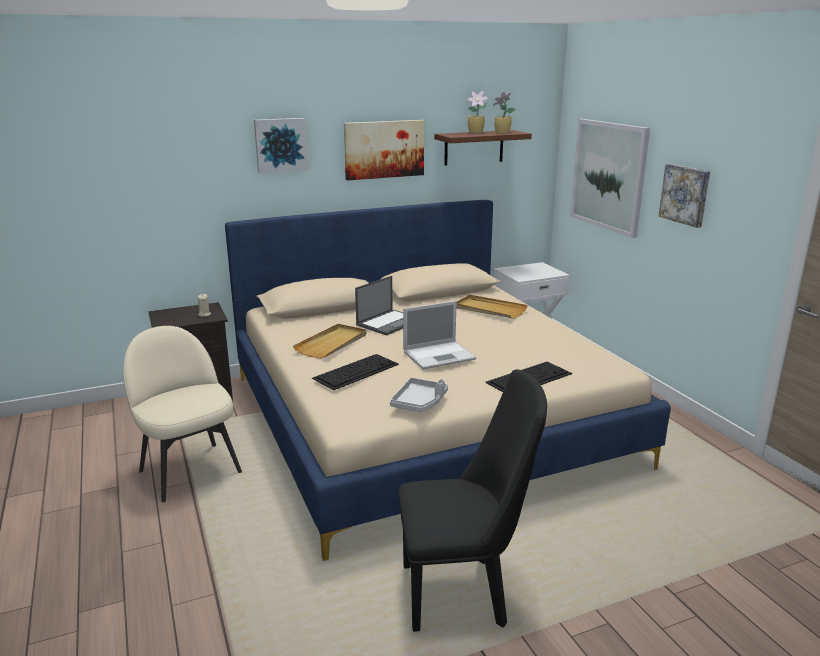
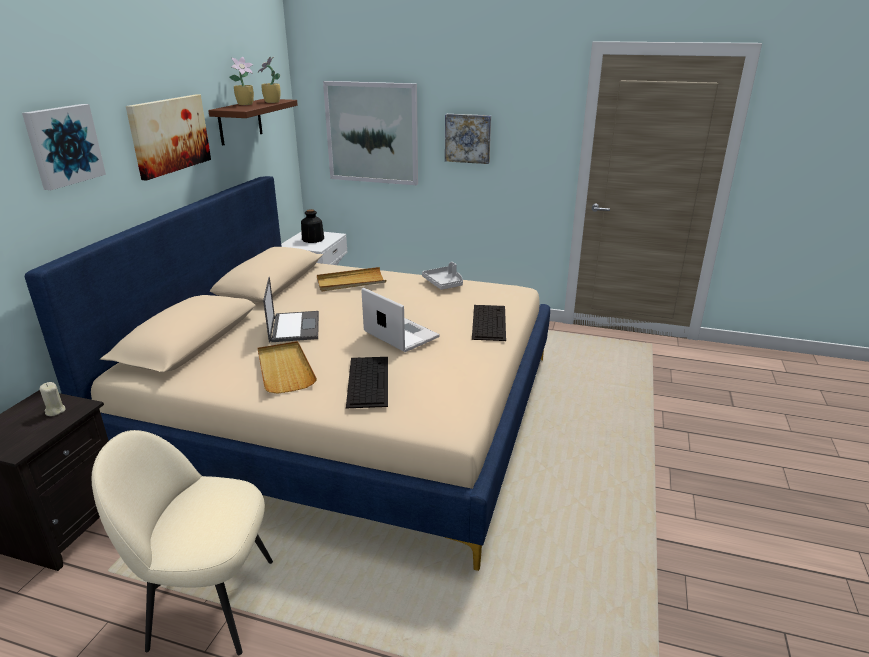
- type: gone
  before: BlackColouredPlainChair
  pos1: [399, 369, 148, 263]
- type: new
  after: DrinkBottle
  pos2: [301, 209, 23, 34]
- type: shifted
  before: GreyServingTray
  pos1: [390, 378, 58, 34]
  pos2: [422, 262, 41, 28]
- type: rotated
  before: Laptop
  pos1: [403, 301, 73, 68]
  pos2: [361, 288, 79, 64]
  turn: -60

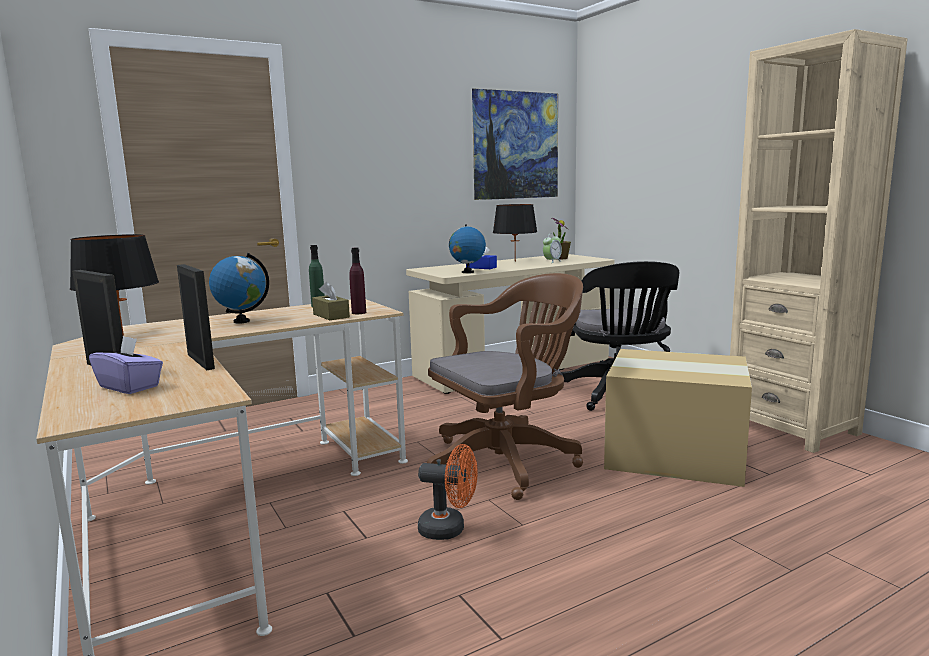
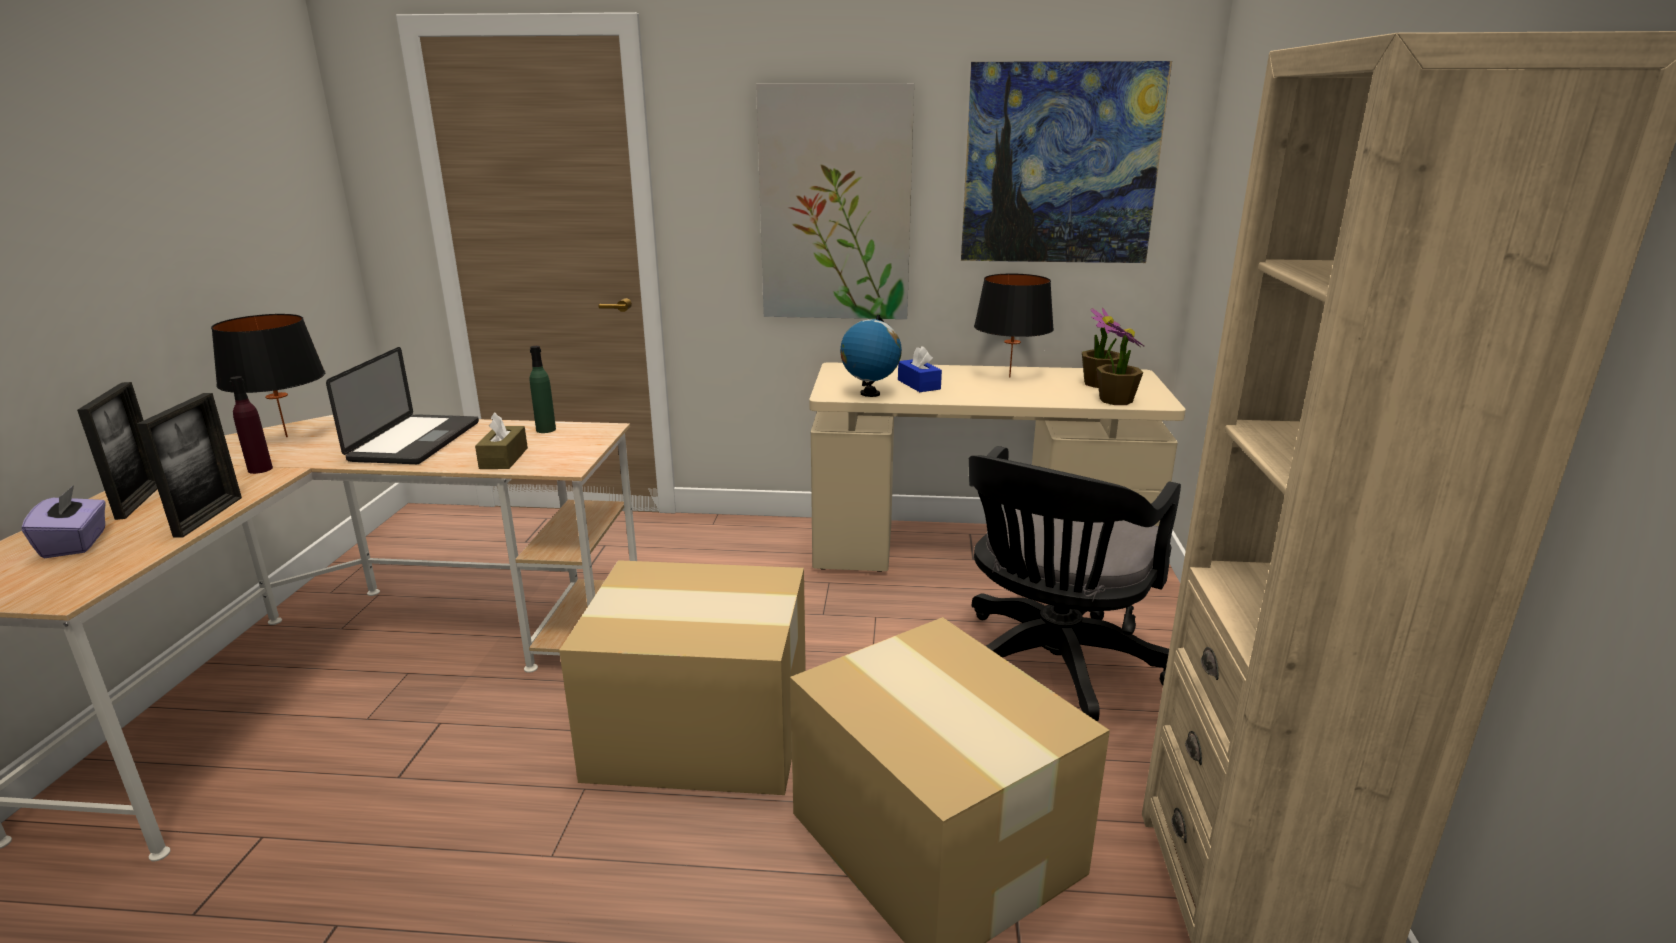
- type: gone
  before: OrangeyElectricFan
  pos1: [418, 444, 60, 96]
- type: gone
  before: TableClock
  pos1: [543, 233, 19, 30]
- type: new
  after: WallArt
  pos2: [756, 83, 158, 236]
- type: new
  after: Houseplant
  pos2: [1097, 322, 47, 83]
- type: shifted
  before: PurpleColouredDrinkBottle
  pos1: [349, 247, 17, 67]
  pos2: [230, 376, 43, 98]
- type: swapped
  before: Globe
  after: Laptop
  pos1: [209, 253, 60, 71]
  pos2: [326, 347, 153, 117]
- type: swapped
  before: BrownColouredOfficeChair
  after: Carton
  pos1: [427, 273, 156, 227]
  pos2: [559, 560, 247, 235]

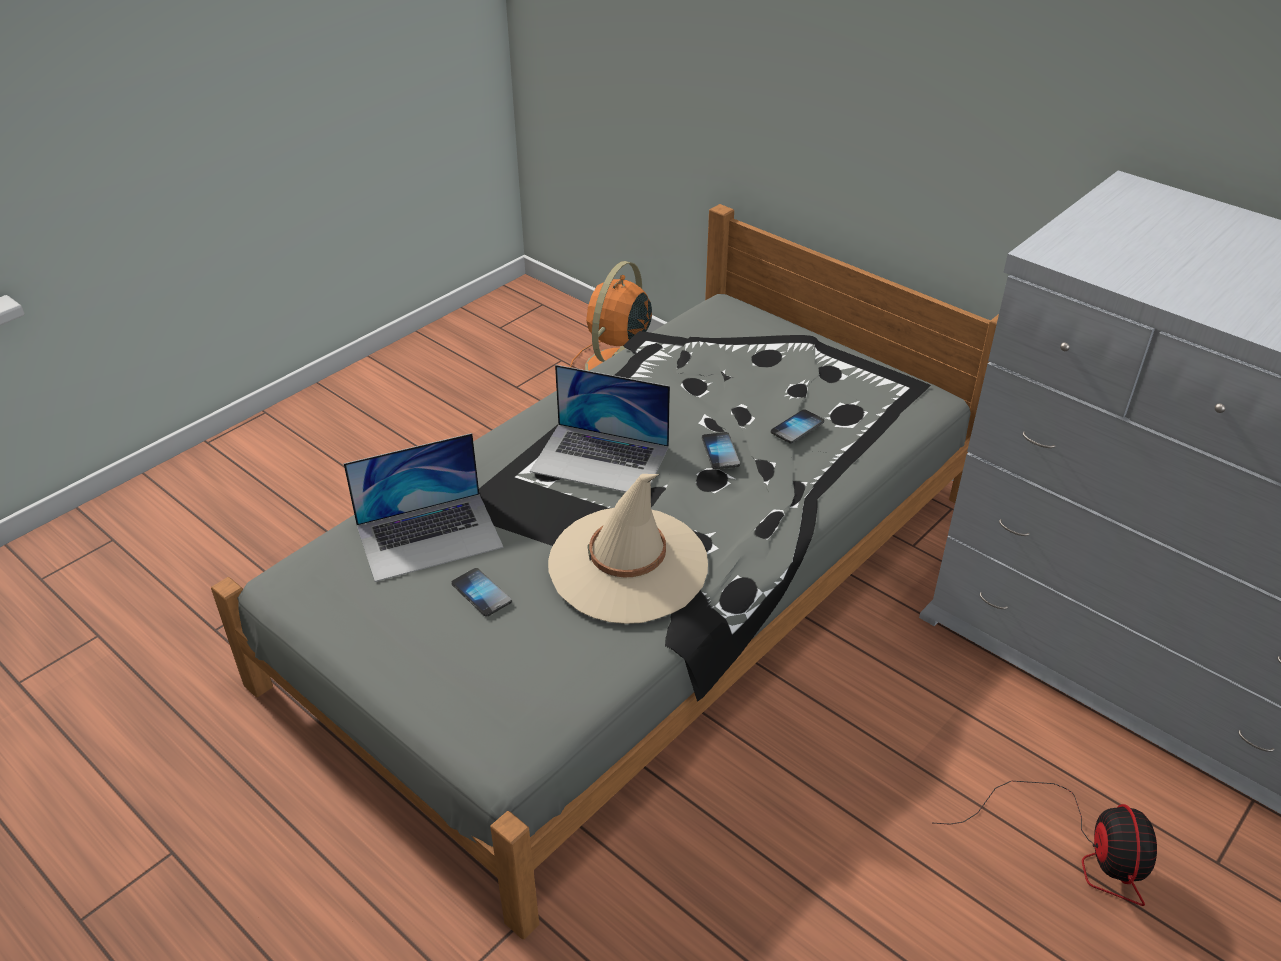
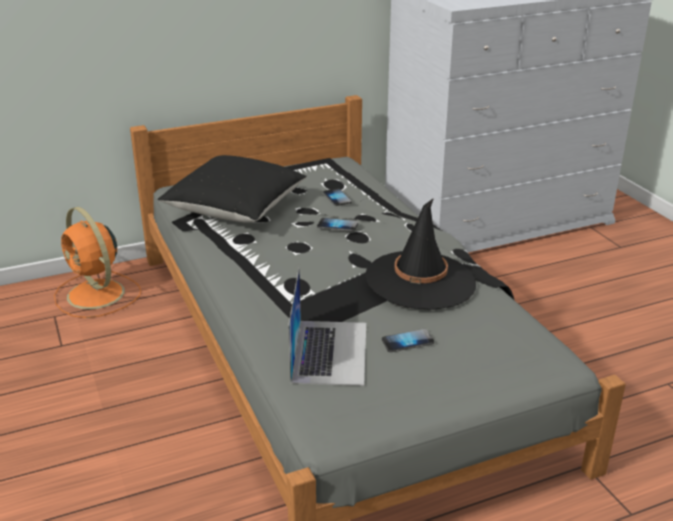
- type: gone
  before: Laptop
  pos1: [530, 365, 140, 127]
- type: gone
  before: ElectricFan
  pos1: [934, 781, 223, 125]
- type: new
  after: BlackColouredPillow
  pos2: [158, 155, 149, 68]
- type: repainted
  before: SandColouredHat
  after: BlackColouredHat
  pos1: [548, 474, 160, 150]
  pos2: [365, 198, 111, 112]

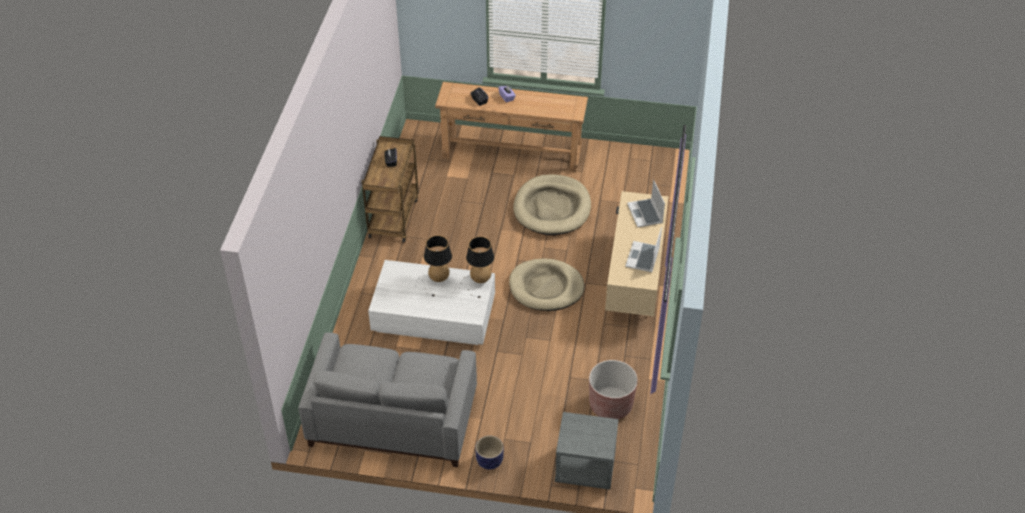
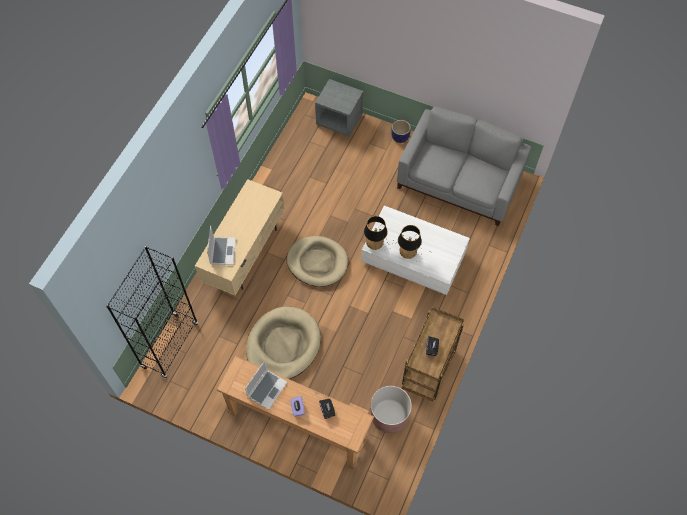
- type: new
  after: BlackColouredBookcase
  pos2: [106, 246, 92, 132]
- type: shifted
  before: BrownColouredFlowerPot
  pos1: [589, 360, 49, 59]
  pos2: [371, 386, 41, 47]
- type: shifted
  before: Laptop
  pos1: [625, 227, 37, 45]
  pos2: [245, 361, 42, 49]

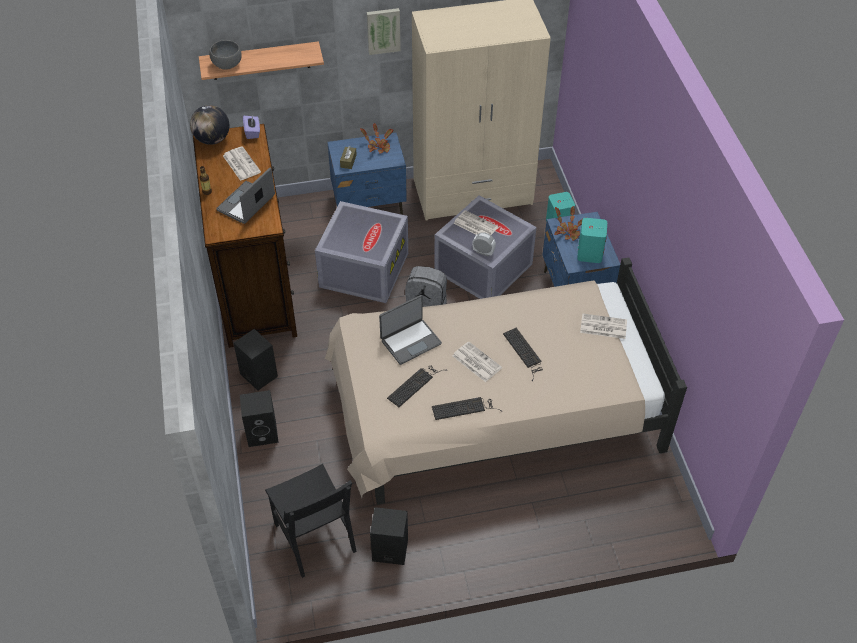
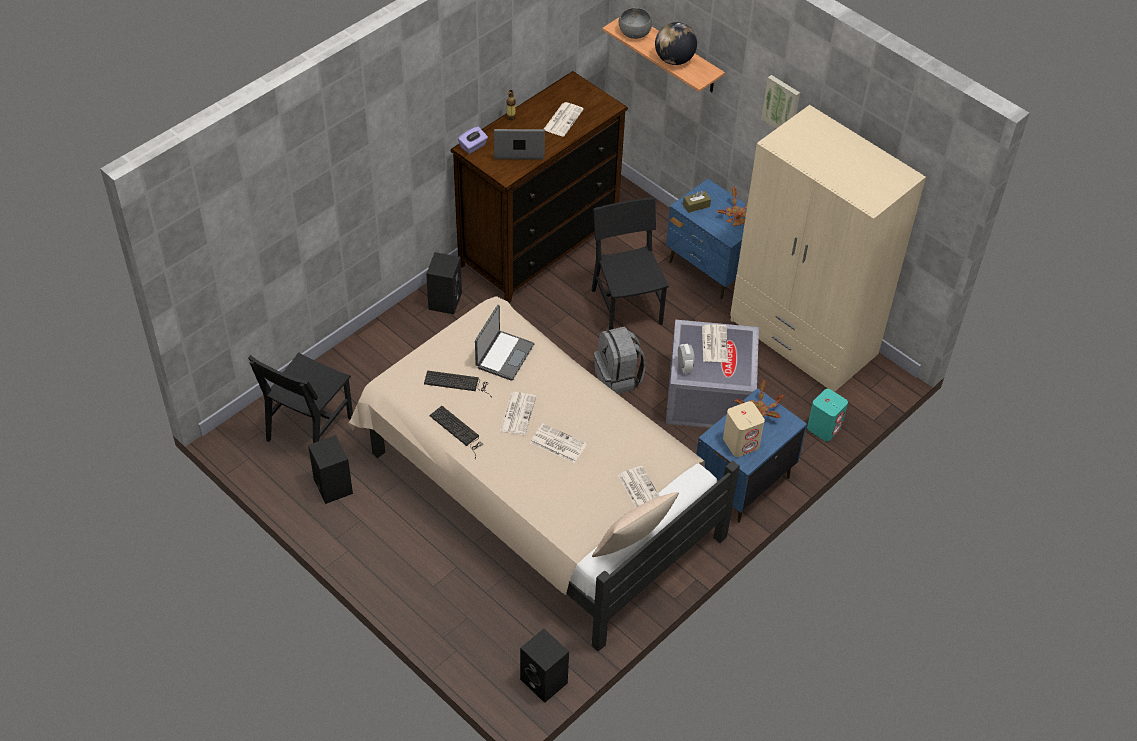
- type: new
  after: SandColouredPillow
  pos2: [592, 492, 87, 65]
- type: shifted
  before: Globe
  pos1: [190, 105, 39, 40]
  pos2: [655, 22, 42, 43]
- type: shifted
  before: BlackColouredLoudspeaker
  pos1: [240, 390, 39, 57]
  pos2: [520, 629, 49, 74]
- type: shifted
  before: PurpleColouredTissueHolder
  pos1: [243, 116, 17, 23]
  pos2: [458, 126, 30, 28]
- type: swapped
  before: GreyStorageBox
  after: BlackColouredPlainChair
  pos1: [315, 201, 93, 102]
  pos2: [592, 197, 77, 133]
- type: swapped
  before: Keyboard
  after: Newspaper
  pos1: [503, 328, 40, 53]
  pos2: [530, 423, 57, 40]
- type: repainted
  before: TurquoiseColouredLoudspeaker
  after: SandColouredLoudspeaker
  pos1: [577, 218, 30, 45]
  pos2: [723, 401, 42, 56]
- type: rotated
  before: Laptop
  pos1: [379, 295, 63, 70]
  pos2: [475, 305, 59, 76]
  turn: -90

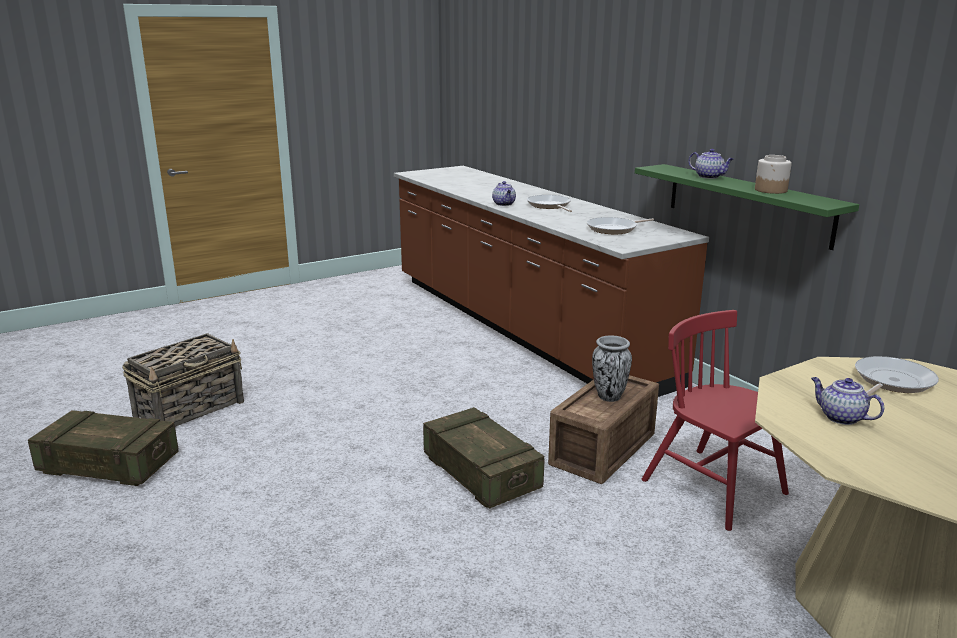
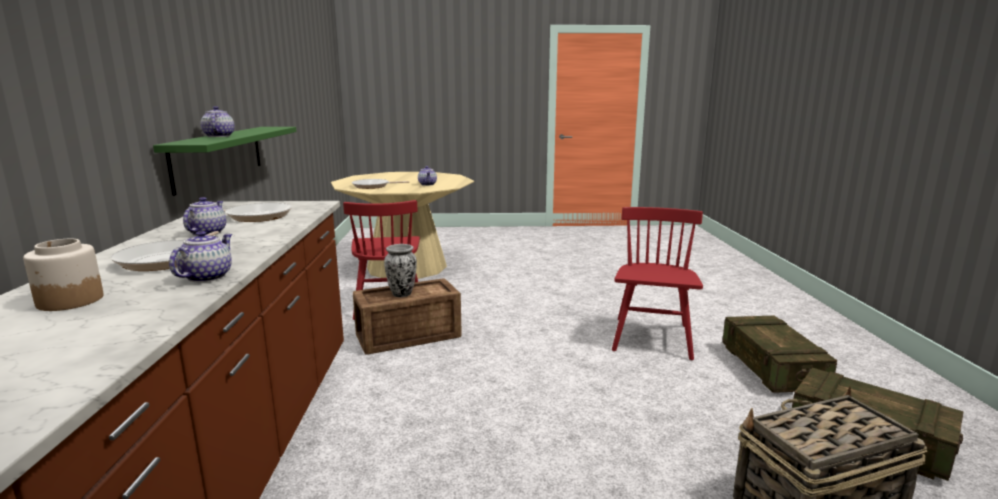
- type: new
  after: TeaPot
  pos2: [183, 197, 43, 39]
- type: new
  after: RedPlainChair
  pos2: [612, 207, 91, 153]
- type: shifted
  before: PackingCrate
  pos1: [423, 407, 122, 101]
  pos2: [723, 316, 114, 77]
- type: shifted
  before: Jar
  pos1: [755, 155, 37, 39]
  pos2: [23, 239, 81, 72]

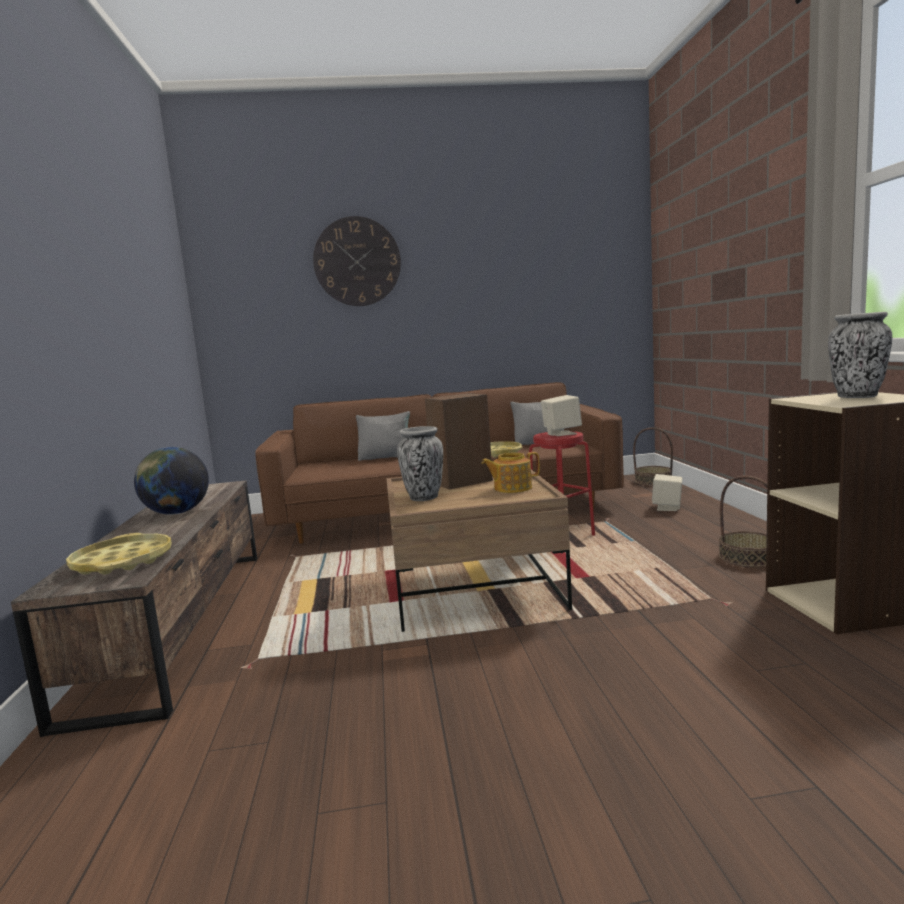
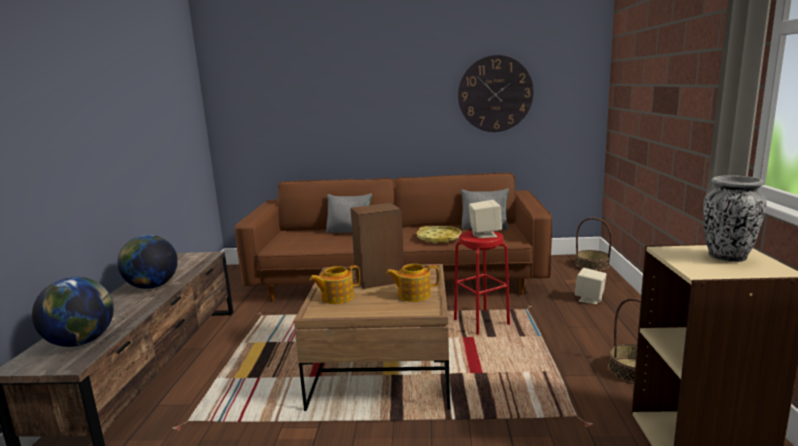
- type: shifted
  before: WallClock
  pos1: [313, 216, 88, 90]
  pos2: [458, 55, 76, 77]
- type: swapped
  before: YellowServingTray
  after: Globe
  pos1: [66, 533, 106, 42]
  pos2: [32, 277, 82, 70]
- type: swapped
  before: DecorativeVase
  after: TeaPot
  pos1: [397, 426, 46, 75]
  pos2: [310, 265, 50, 39]

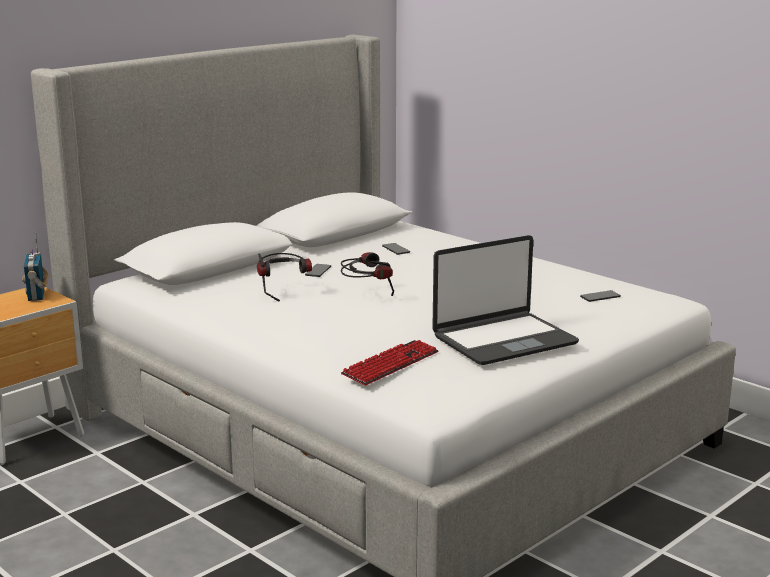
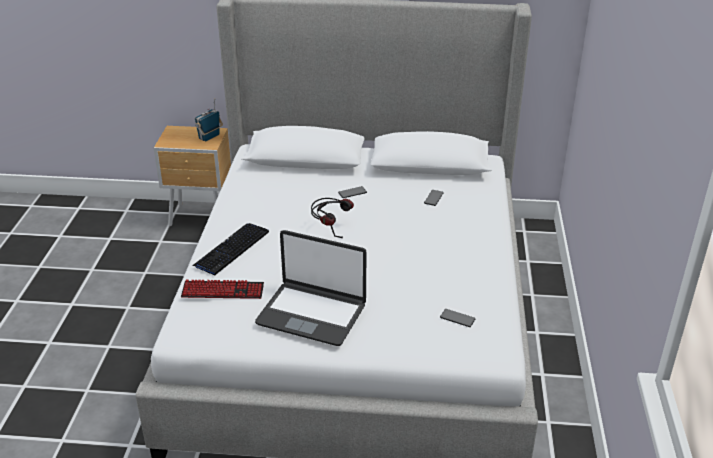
- type: gone
  before: Headset
  pos1: [257, 253, 55, 49]
- type: new
  after: Keyboard
  pos2: [192, 223, 77, 52]

